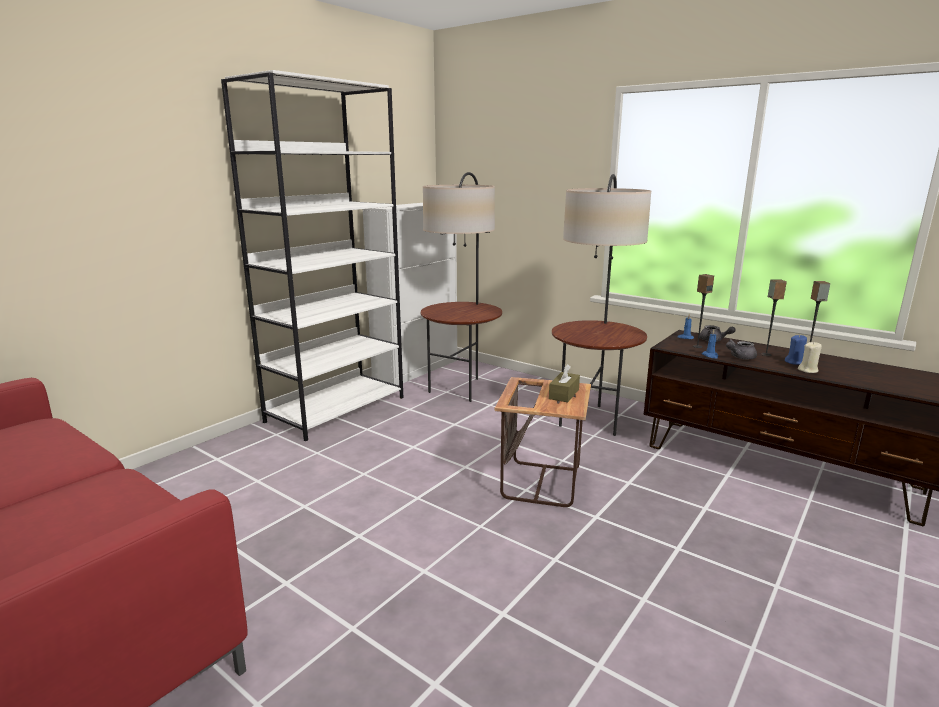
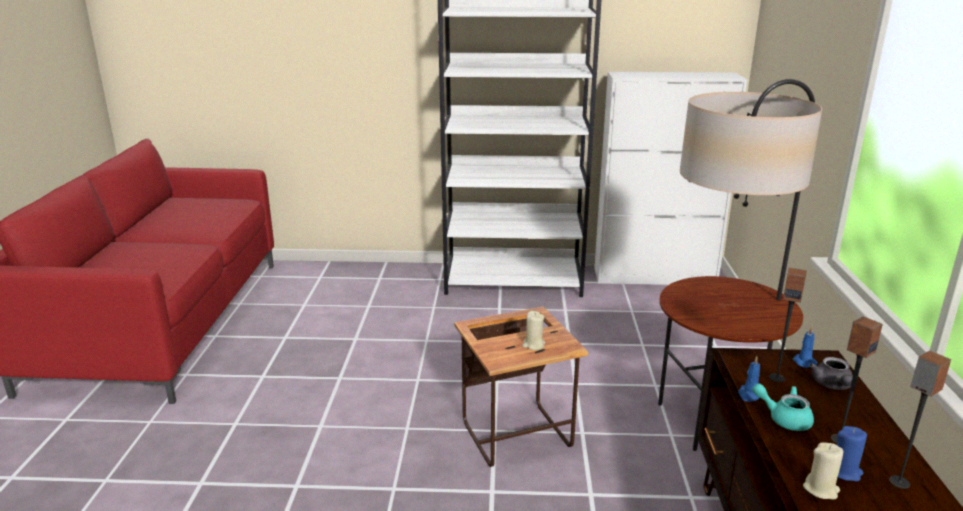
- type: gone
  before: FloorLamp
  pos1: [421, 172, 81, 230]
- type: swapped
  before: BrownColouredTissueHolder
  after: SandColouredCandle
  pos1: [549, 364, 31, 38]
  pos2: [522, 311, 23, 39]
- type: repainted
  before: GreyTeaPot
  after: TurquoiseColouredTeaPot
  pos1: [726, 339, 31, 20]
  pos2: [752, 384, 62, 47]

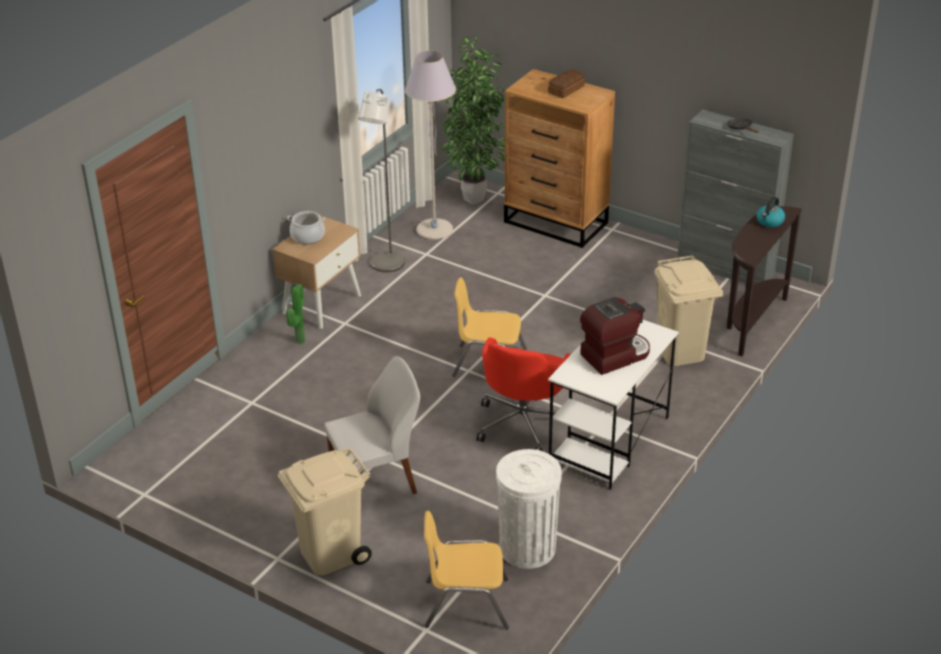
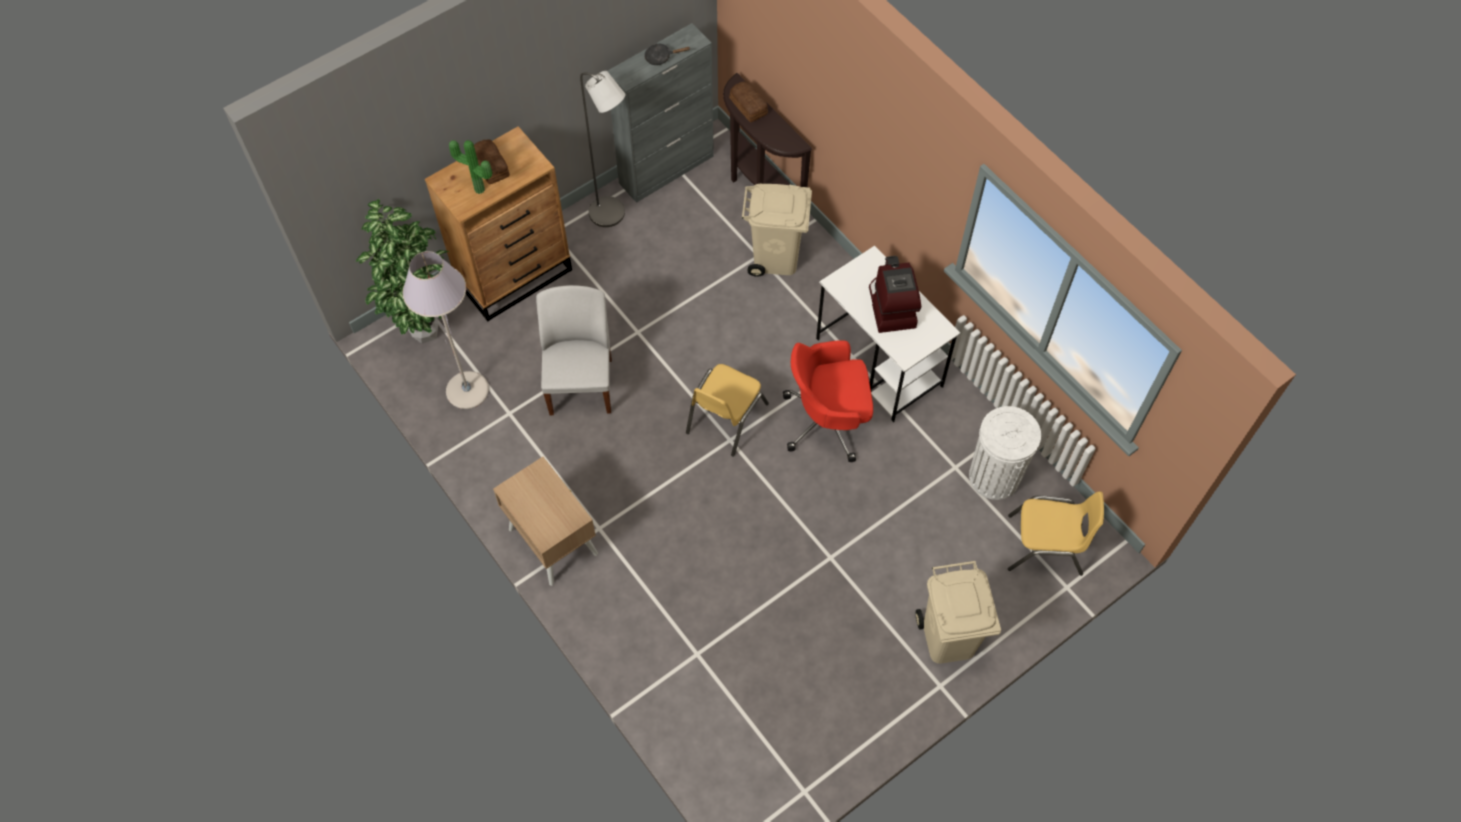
- type: gone
  before: Stockpot
  pos1: [287, 211, 38, 33]
- type: shifted
  before: Houseplant
  pos1: [286, 284, 19, 60]
  pos2: [449, 140, 43, 54]
- type: shifted
  before: WhitePlainChair
  pos1: [325, 356, 95, 138]
  pos2: [536, 285, 76, 130]
- type: shifted
  before: GreyFloorLamp
  pos1: [358, 89, 47, 184]
  pos2: [580, 71, 46, 156]
- type: swapped
  before: Kettle
  after: BakeryBread
  pos1: [756, 197, 29, 30]
  pos2: [729, 81, 39, 41]
- type: rotated
  before: YellowPlainChair
  pos1: [424, 511, 85, 119]
  pos2: [1008, 491, 96, 85]
  turn: -105
- type: rotated
  before: RedOfficeChair
  pos1: [477, 338, 94, 113]
  pos2: [783, 340, 90, 122]
  turn: 135

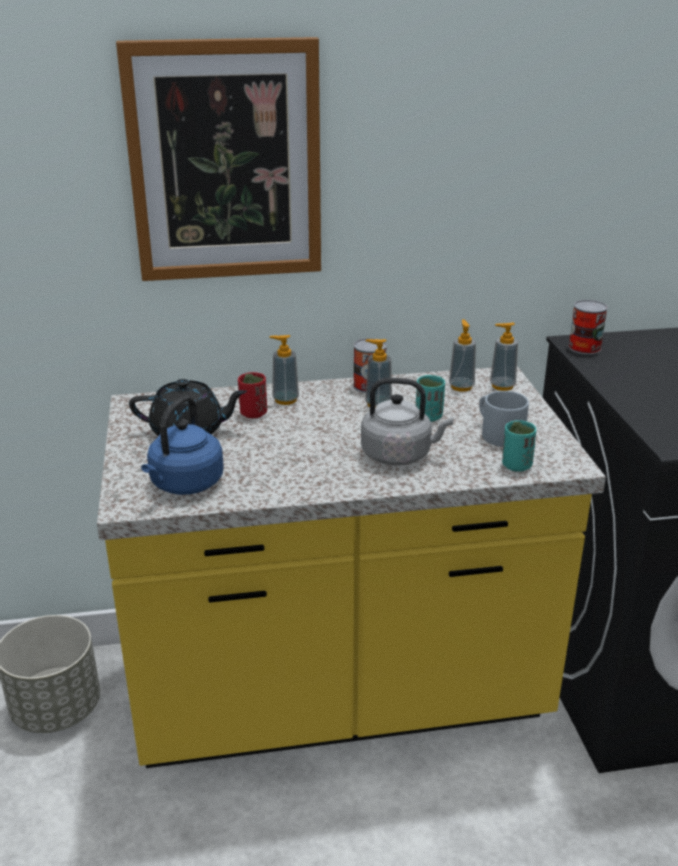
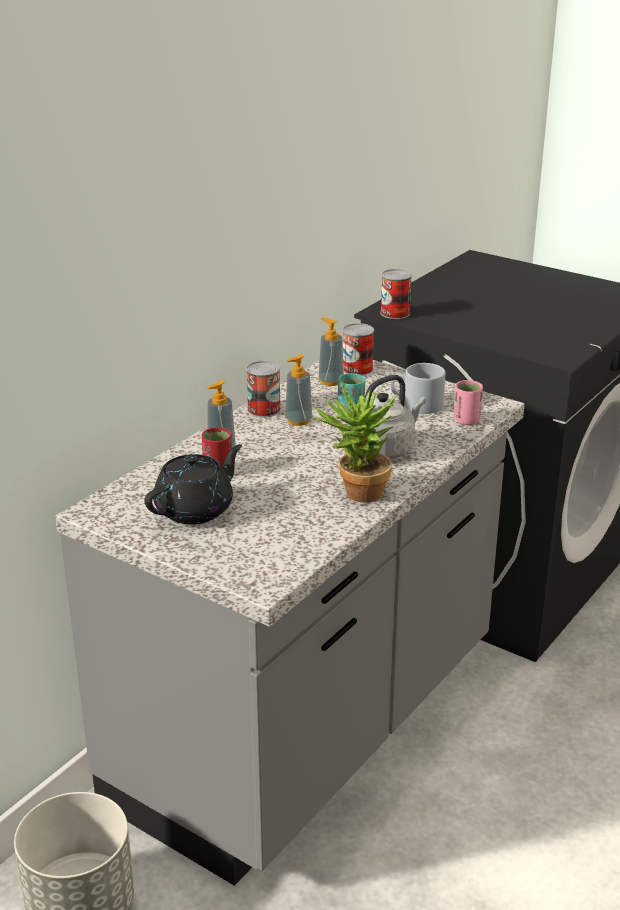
- type: gone
  before: WallArt
  pos1: [116, 37, 205, 244]
- type: gone
  before: BluishKettle
  pos1: [141, 396, 83, 99]
- type: new
  after: Houseplant
  pos2: [314, 382, 83, 121]
- type: swapped
  before: LiquidSoapBottle
  after: Can
  pos1: [490, 322, 28, 69]
  pos2: [343, 323, 31, 53]
- type: repainted
  before: YellowCounter
  after: GreyCounter
  pos1: [97, 366, 509, 402]
  pos2: [55, 360, 470, 526]
- type: repainted
  before: TurquoiseColouredCup
  after: PinkCup
  pos1: [502, 420, 34, 52]
  pos2: [454, 380, 29, 45]

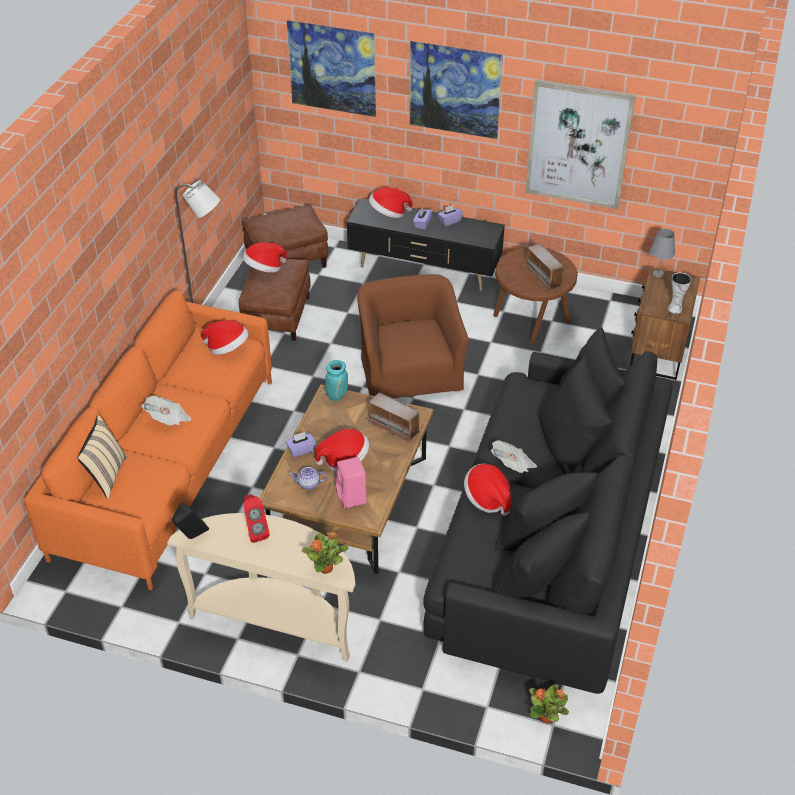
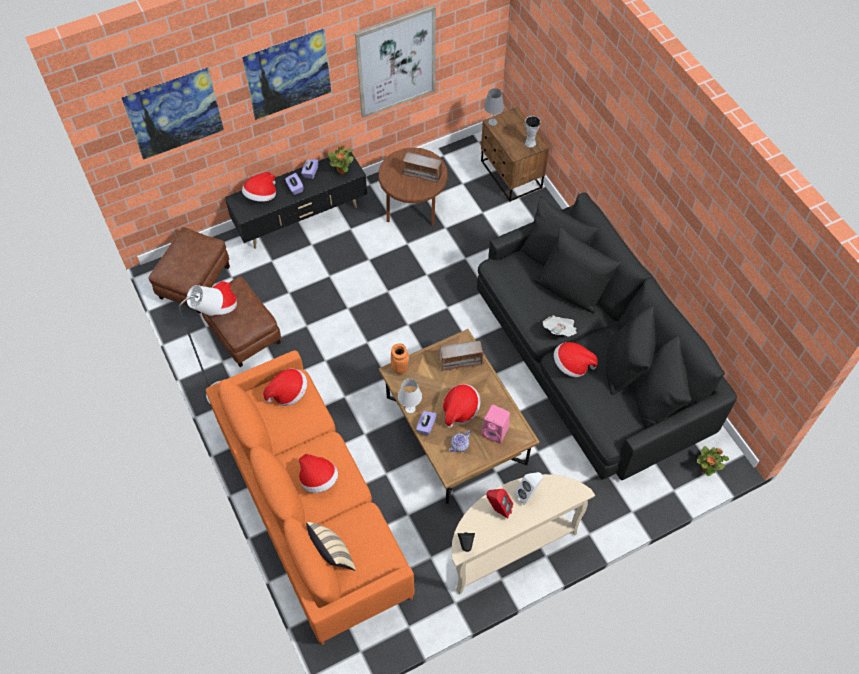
- type: gone
  before: BrownColouredEasyChair
  pos1: [357, 274, 112, 124]
- type: new
  after: WhiteTableLamp
  pos2: [398, 379, 24, 34]
- type: new
  after: WhiteLoudspeaker
  pos2: [514, 472, 29, 33]
- type: shifted
  before: Houseplant
  pos1: [302, 531, 46, 43]
  pos2: [328, 145, 26, 29]
- type: swapped
  before: Newspaper
  after: Hat
  pos1: [141, 396, 51, 30]
  pos2: [299, 454, 39, 39]
- type: repainted
  before: TurquoiseColouredDecorativeVase
  after: OrangeyDecorativeVase
  pos1: [325, 360, 23, 41]
  pos2: [391, 343, 18, 31]

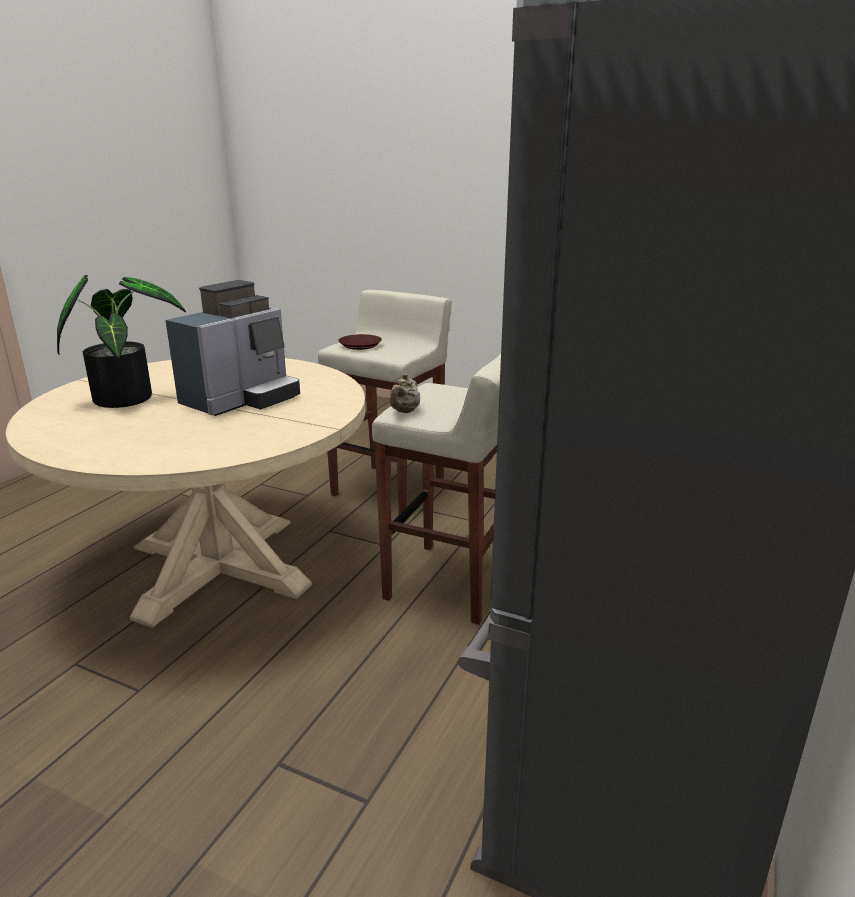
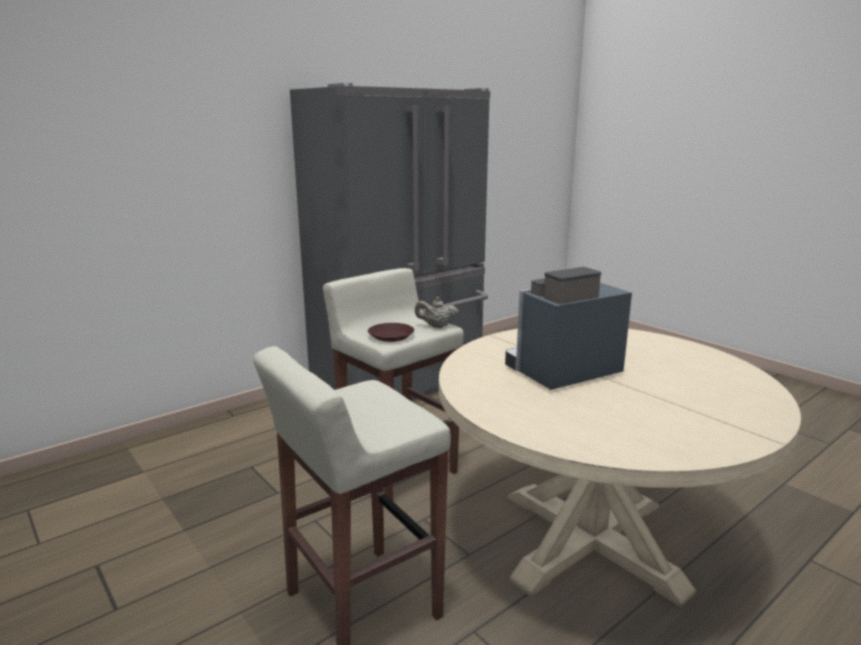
- type: gone
  before: Houseplant
  pos1: [57, 275, 129, 133]
- type: shifted
  before: BrownColouredDinnerPlate
  pos1: [338, 334, 44, 16]
  pos2: [368, 323, 46, 19]
- type: rotated
  before: SandColouredTeaPot
  pos1: [389, 374, 31, 39]
  pos2: [415, 297, 44, 31]
  turn: -135

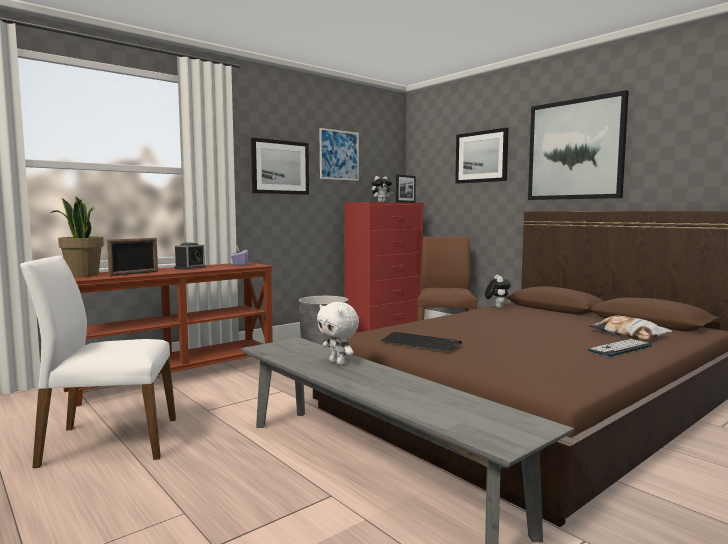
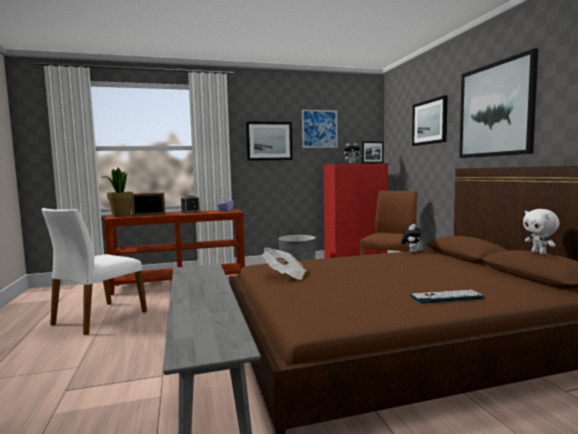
- type: gone
  before: Pillow
  pos1: [589, 316, 83, 24]
- type: shifted
  before: WhitePlushToy
  pos1: [317, 302, 42, 63]
  pos2: [523, 209, 37, 45]
- type: swapped
  before: Keyboard
  after: Newspaper
  pos1: [381, 332, 81, 19]
  pos2: [262, 248, 45, 32]
- type: rotated
  before: WhitePlainChair
  pos1: [20, 256, 156, 212]
  pos2: [42, 208, 105, 127]
  turn: -75

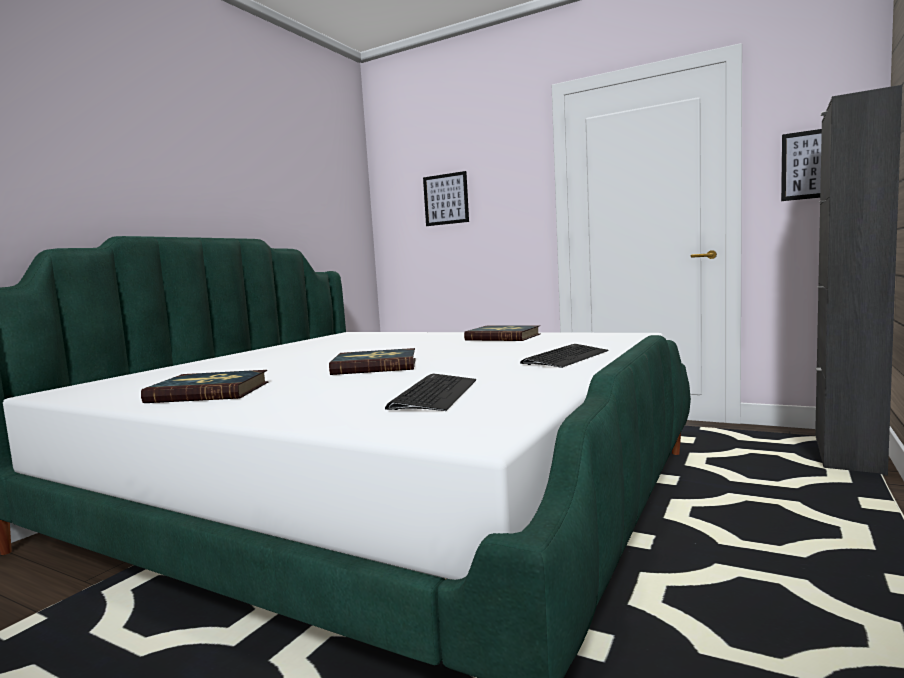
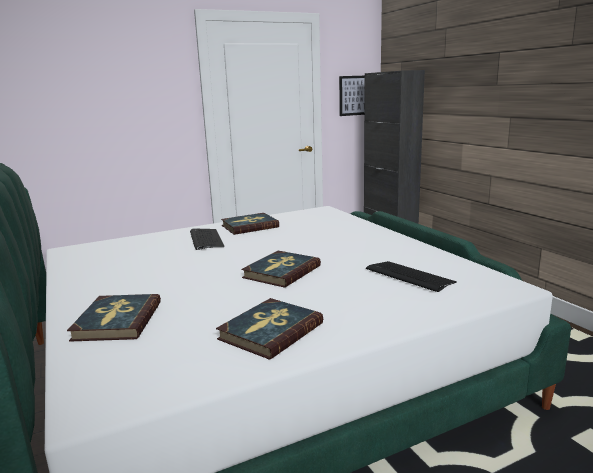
- type: gone
  before: WallArt
  pos1: [423, 171, 46, 55]
- type: new
  after: Volume
  pos2: [67, 294, 94, 48]
- type: shifted
  before: Keyboard
  pos1: [520, 344, 88, 24]
  pos2: [190, 229, 35, 21]

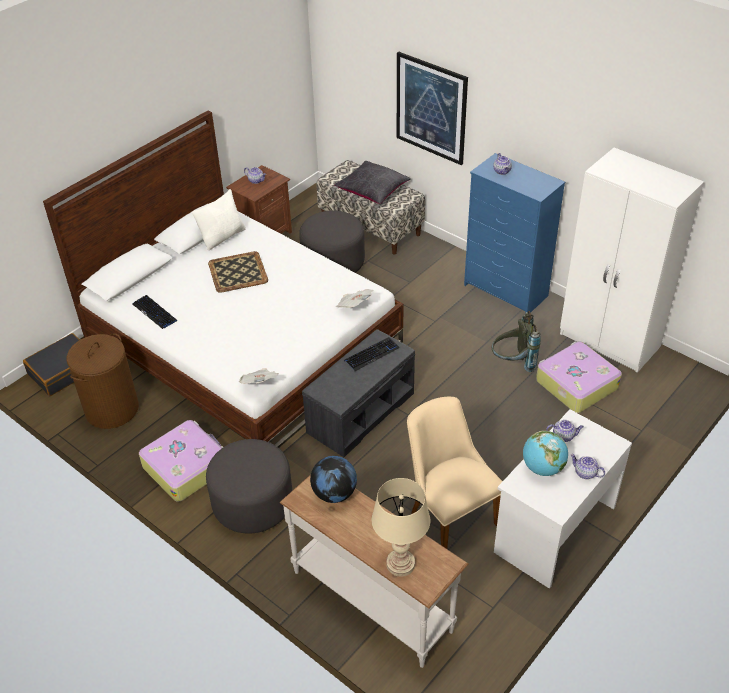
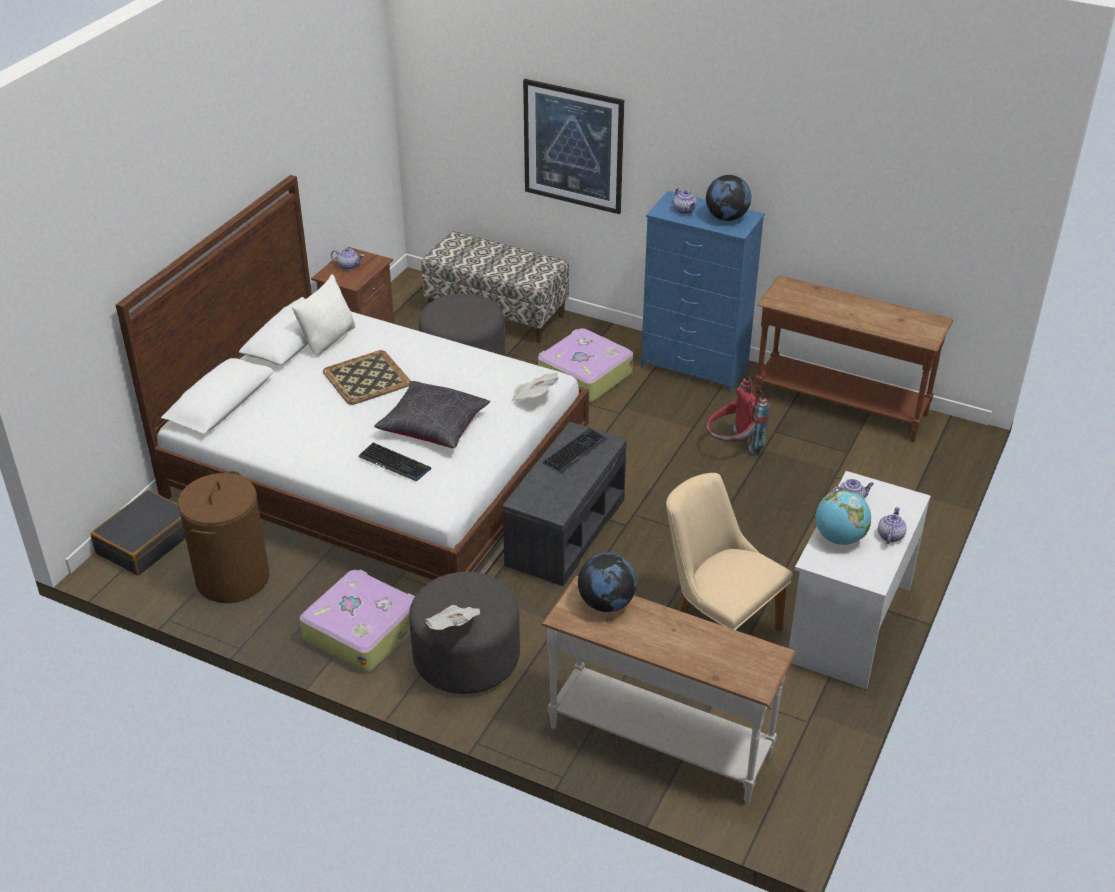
- type: gone
  before: SandColouredTableLamp
  pos1: [372, 478, 58, 99]
- type: new
  after: Globe
  pos2: [706, 175, 45, 46]
- type: shifted
  before: Keyboard
  pos1: [133, 295, 44, 34]
  pos2: [358, 442, 73, 40]
- type: shifted
  before: Newspaper
  pos1: [239, 368, 40, 16]
  pos2: [425, 605, 56, 25]
- type: shifted
  before: BlackColouredPillow
  pos1: [334, 161, 77, 43]
  pos2: [374, 381, 116, 67]
- type: shifted
  before: PieceOfLuggage
  pos1: [536, 341, 86, 72]
  pos2: [538, 328, 95, 74]
- type: swapped
  before: WhiteClothesCupboard
  after: BrownColouredConsoleTable
  pos1: [560, 148, 144, 225]
  pos2: [755, 275, 198, 167]
- type: repainted
  before: GreyRucksack
  after: RedRucksack
  pos1: [492, 311, 49, 61]
  pos2: [707, 376, 63, 79]
- type: rotated
  before: TeaPot
  pos1: [570, 454, 35, 25]
  pos2: [878, 507, 29, 37]
  turn: 90

